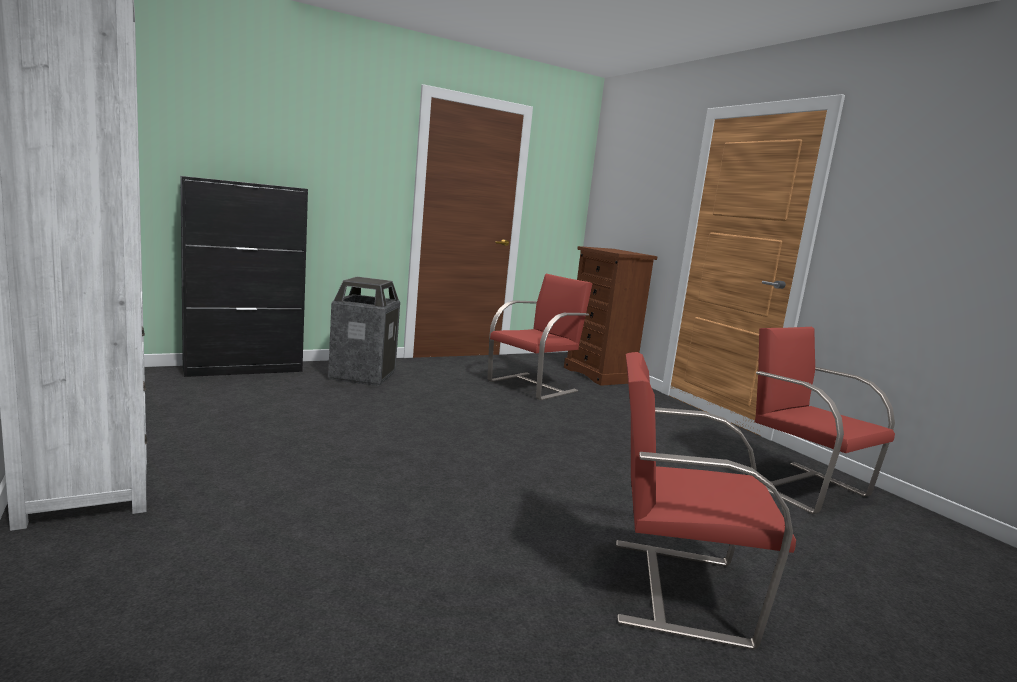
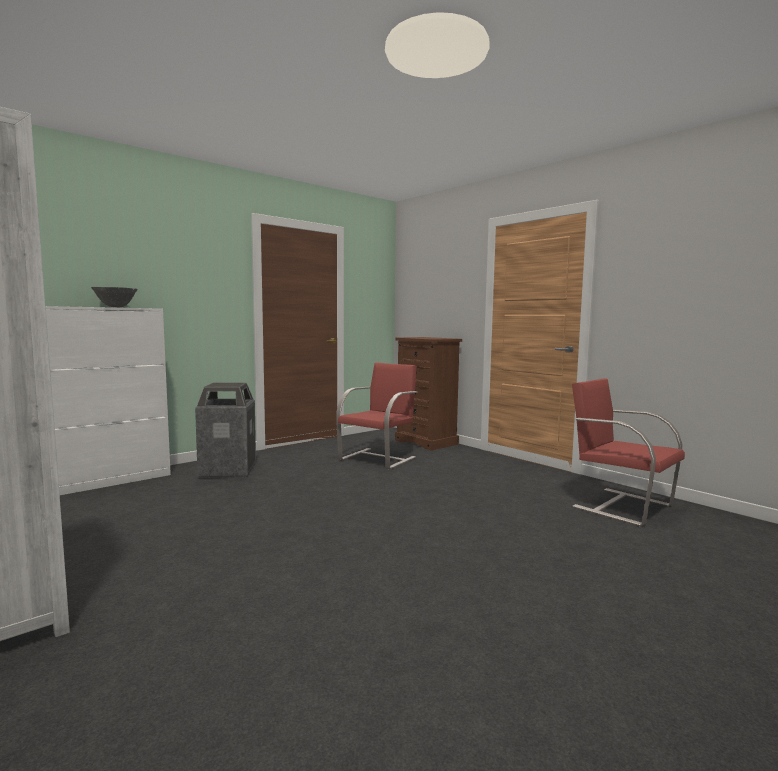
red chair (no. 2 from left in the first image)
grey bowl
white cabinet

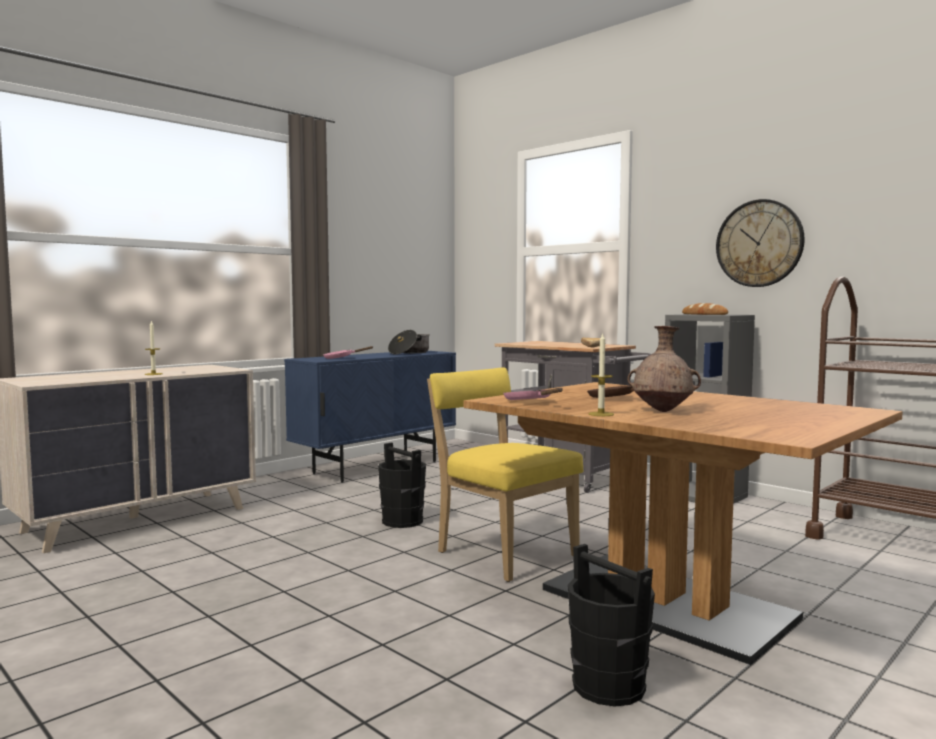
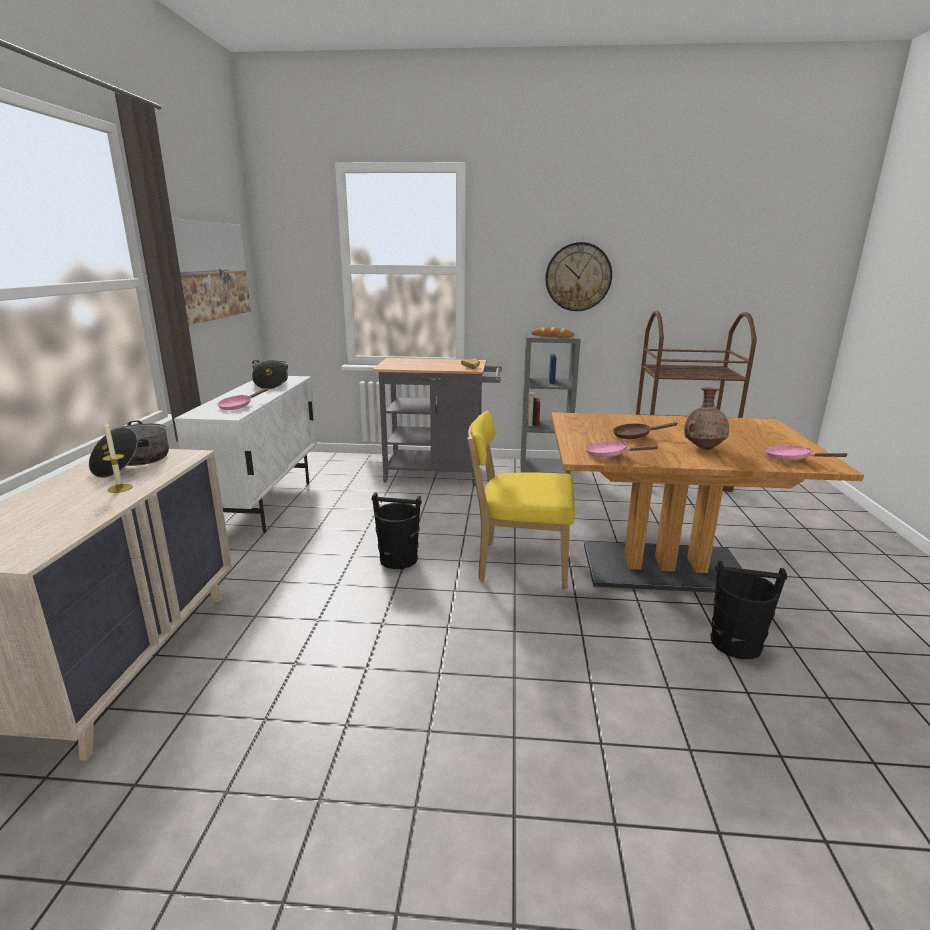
candle (no. 2 from left in the first image)
cooking pot (no. 1 from left)
picture
pink frying pan (no. 3 from left)
white cabinet

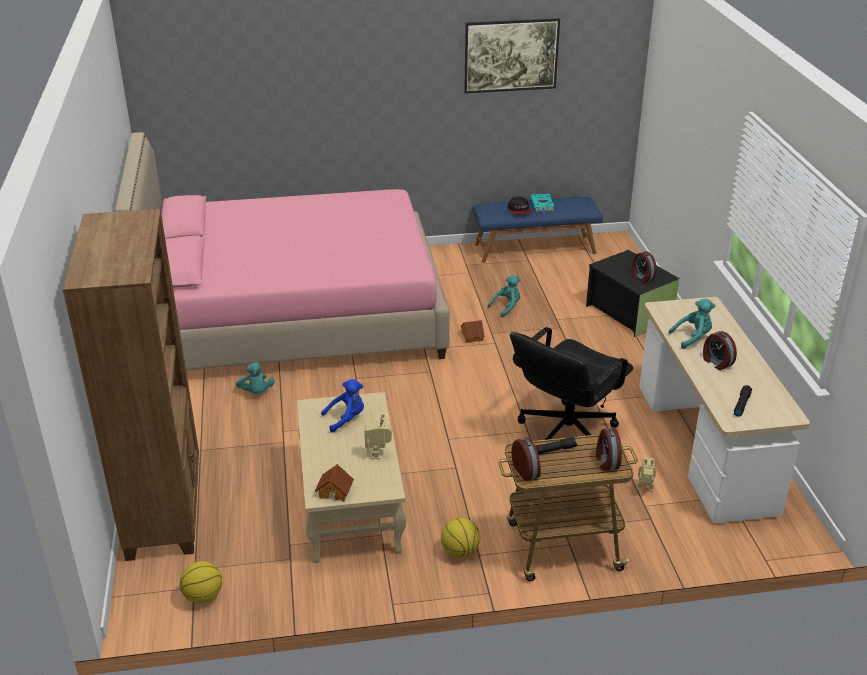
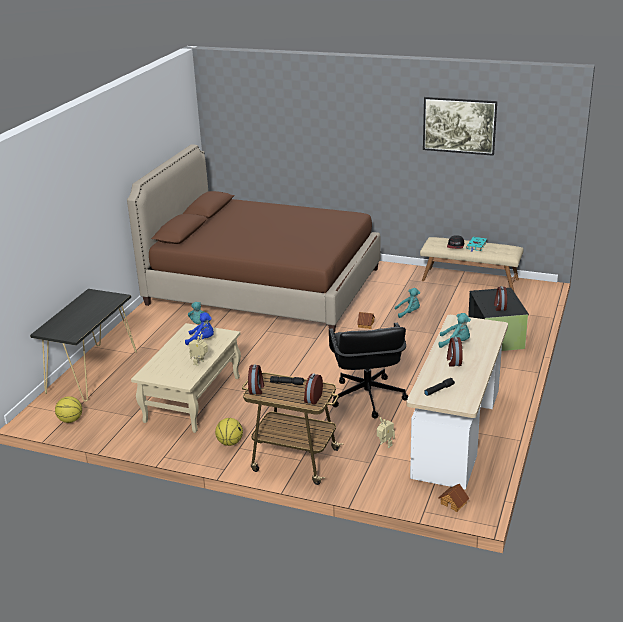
toy house (no. 2 from left)
black console table
brown bed
beige bench
black office chair

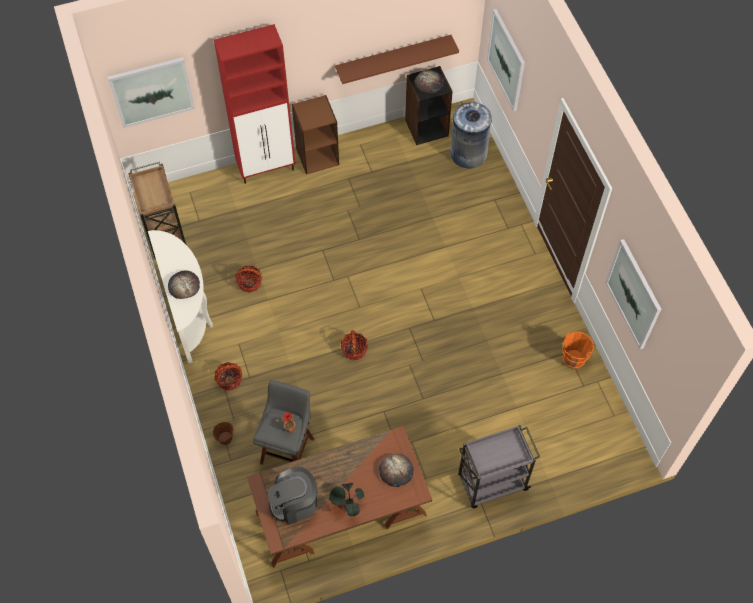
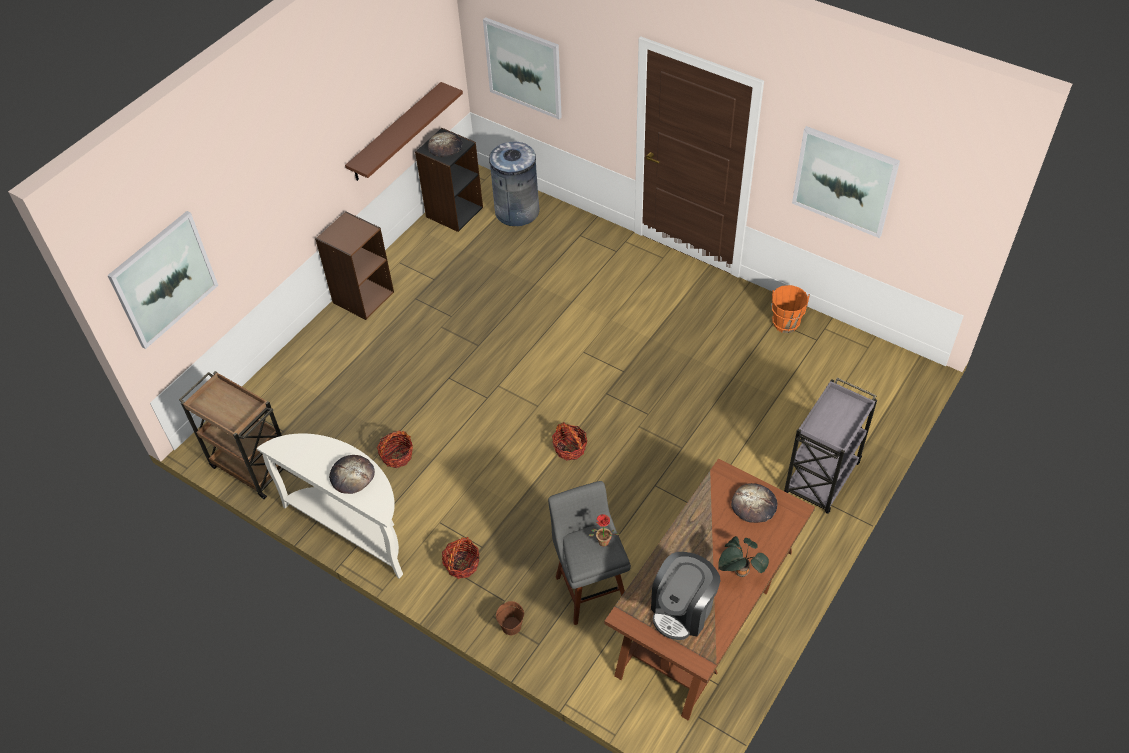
red cabinet

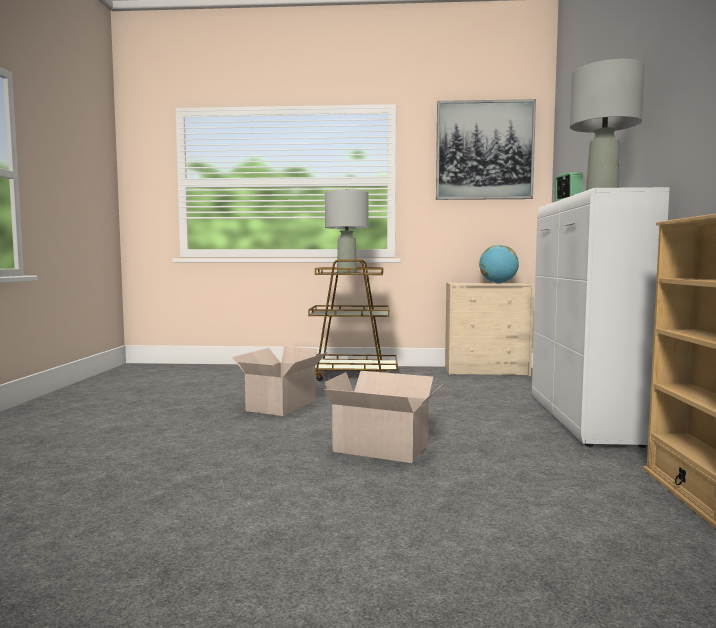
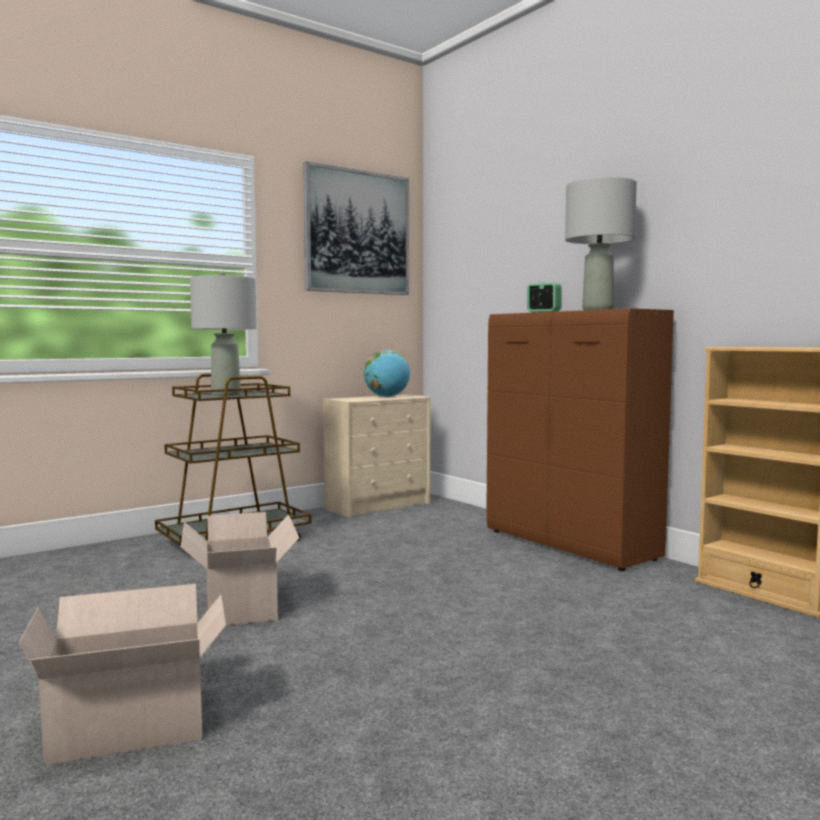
cardboard box (no. 1 from left)
brown cabinet

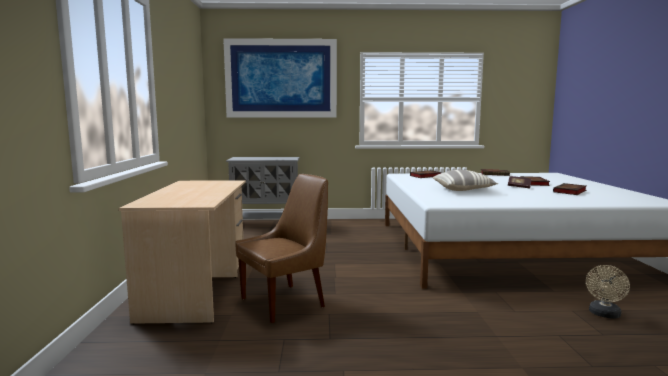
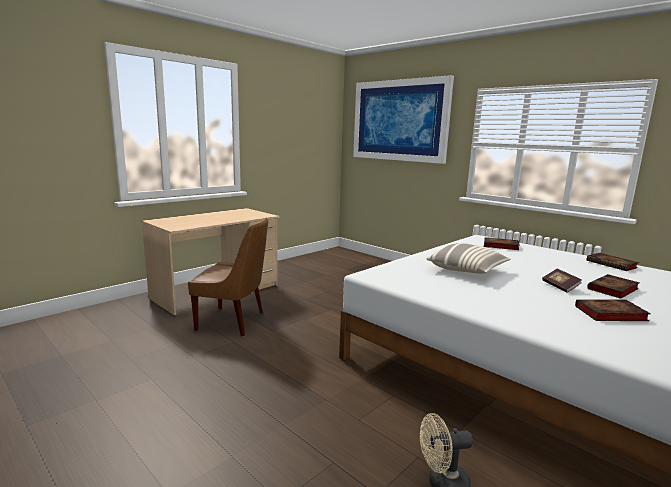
grey cabinet

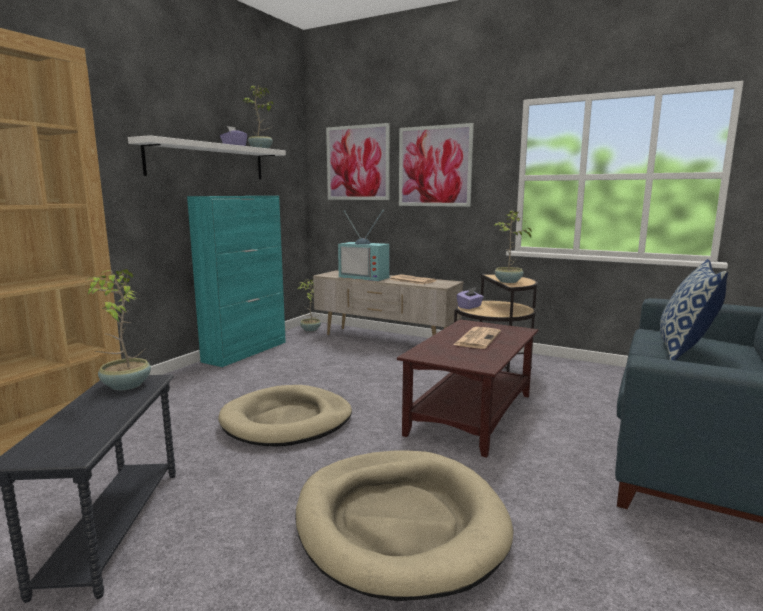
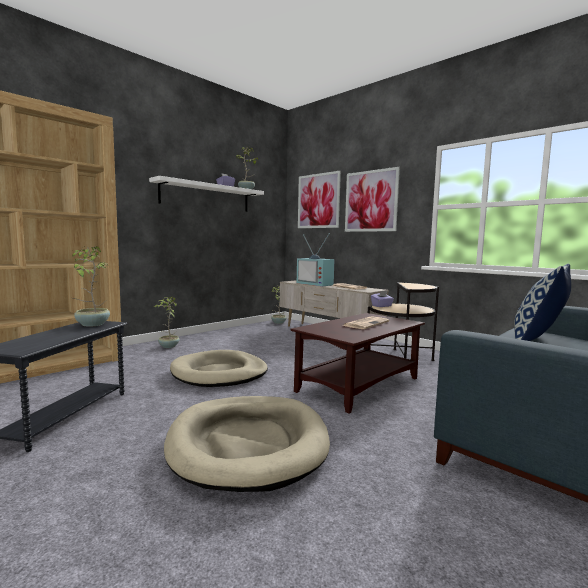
turquoise cabinet
potted plant (no. 2 from left)

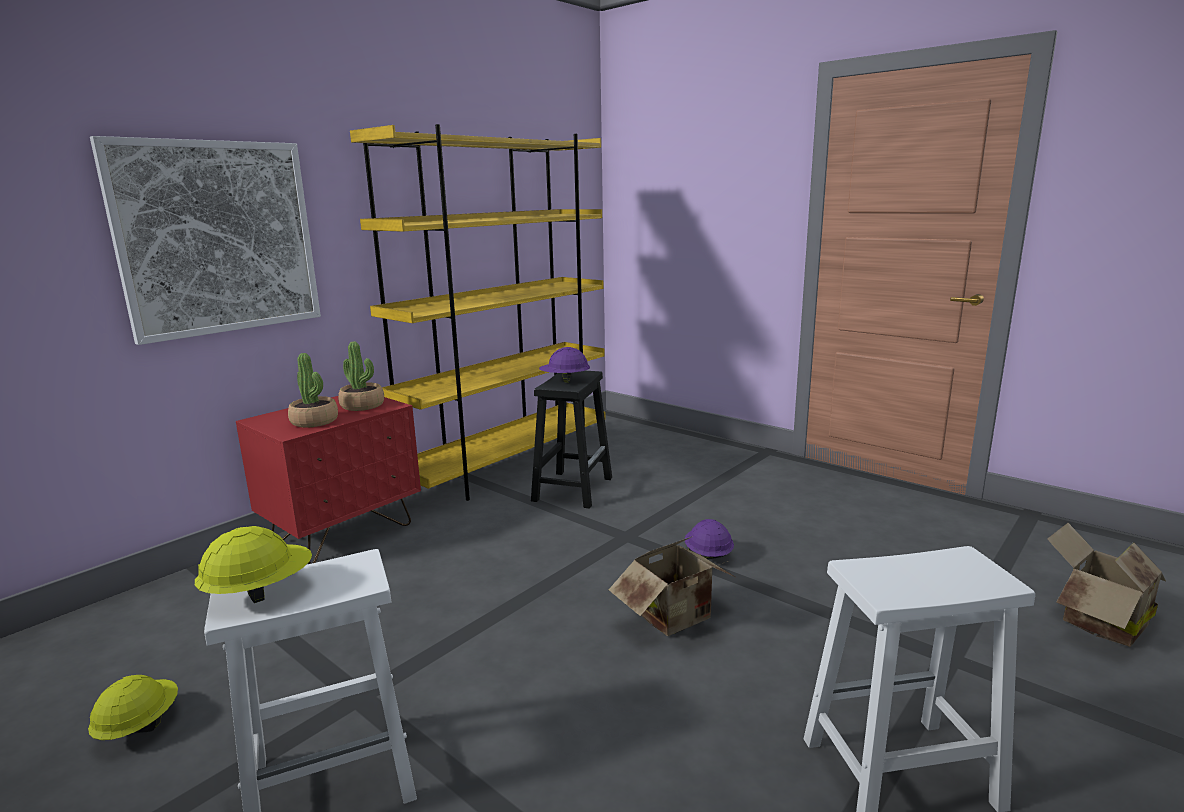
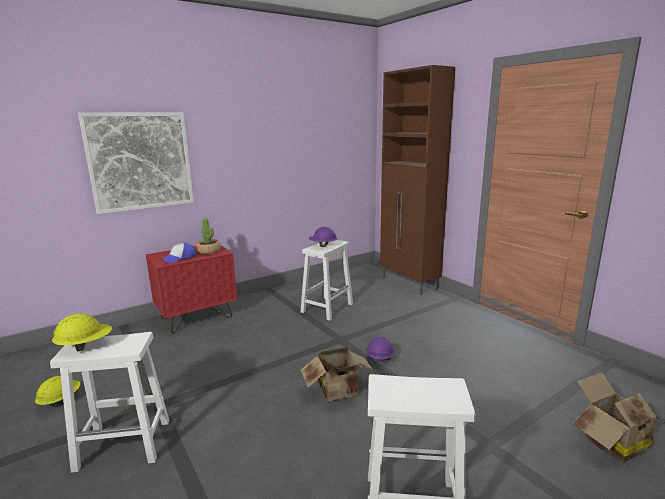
yellow bookcase
brown cabinet
cap
white stool (no. 2 from left)

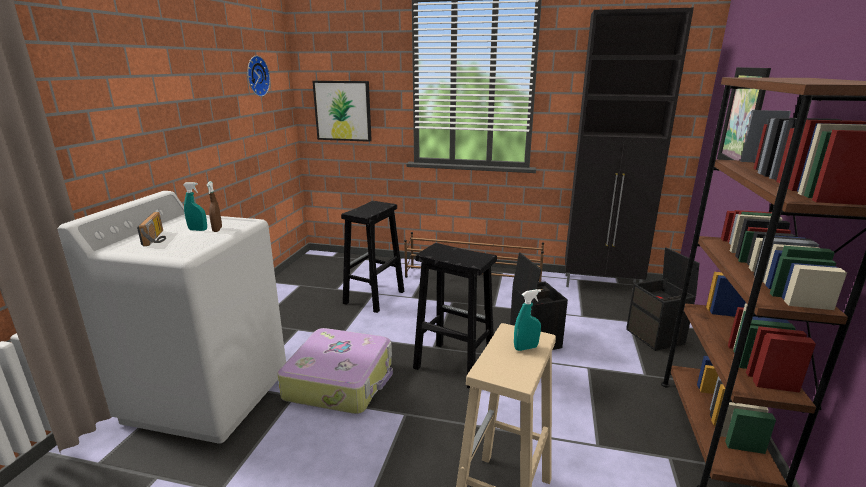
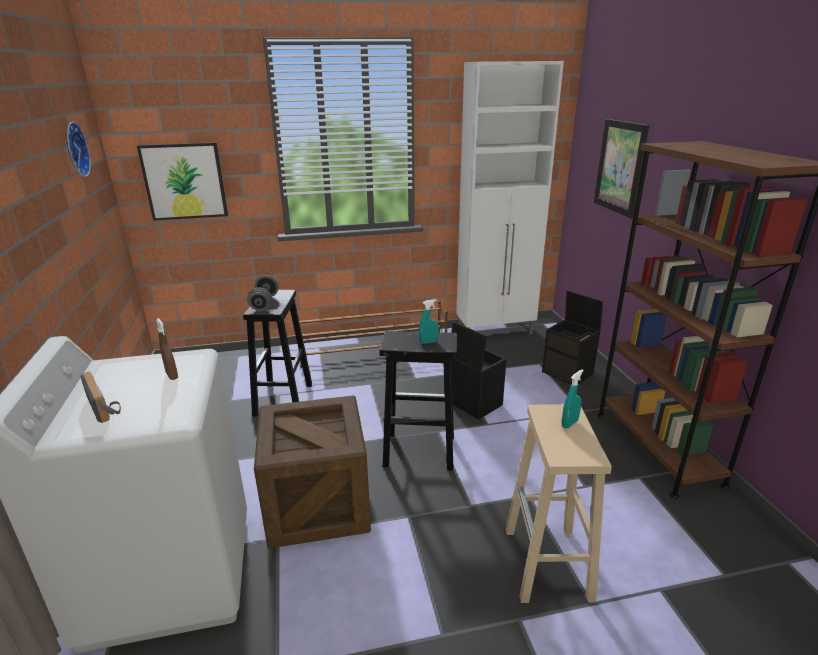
grey dumbbell
turquoise spray bottle (no. 1 from left)
crate
white cabinet

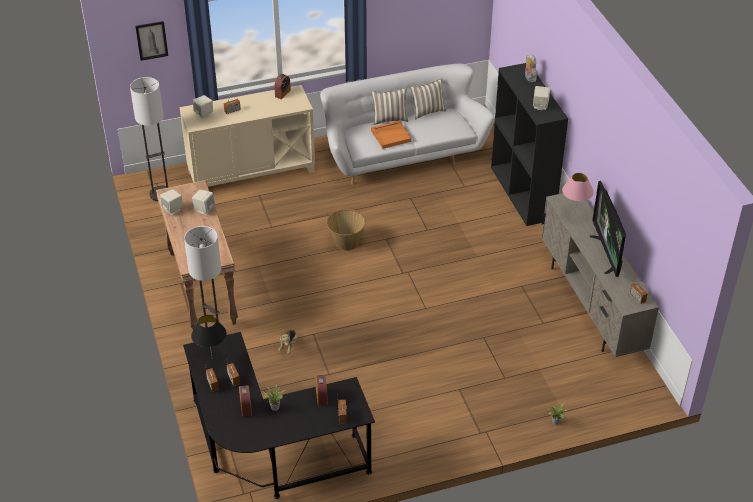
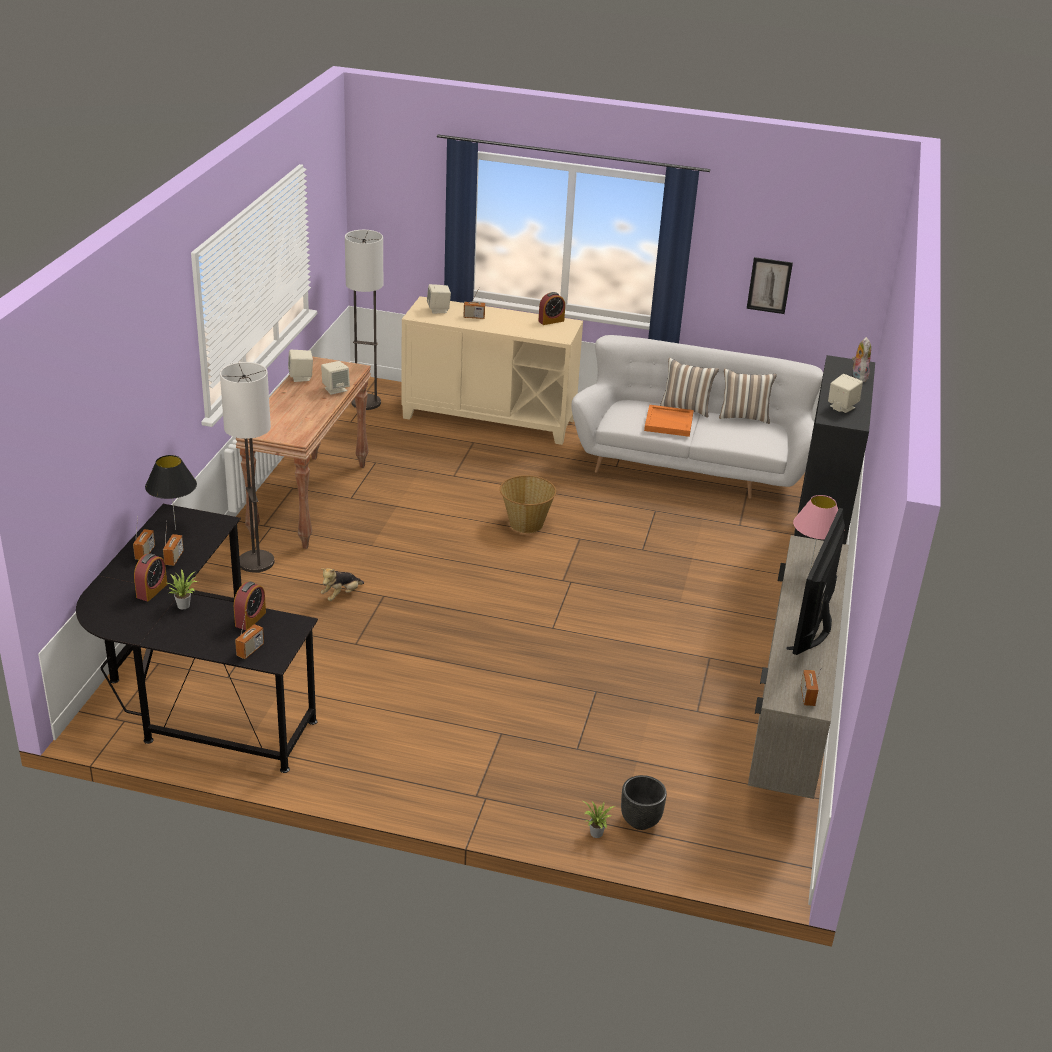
black planter
picture

